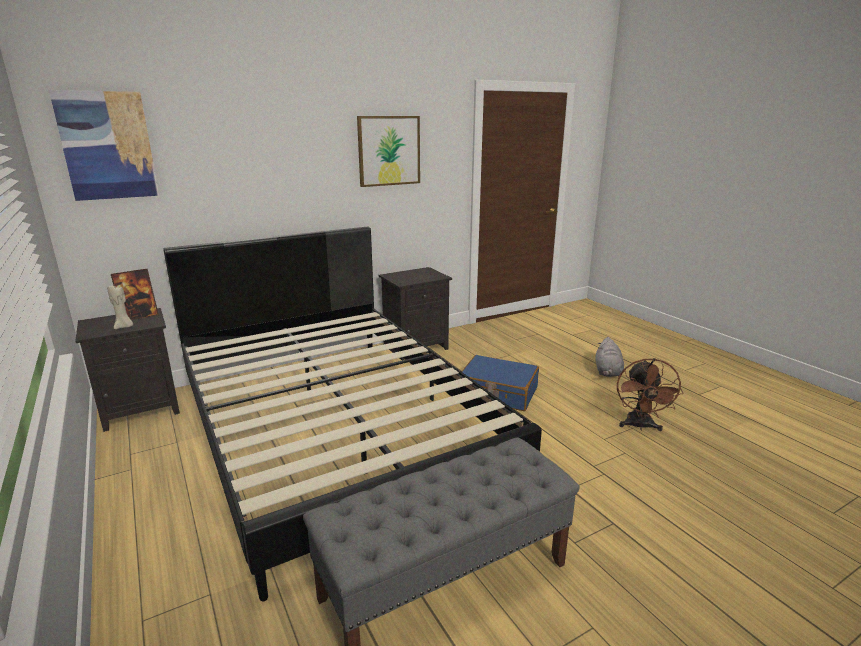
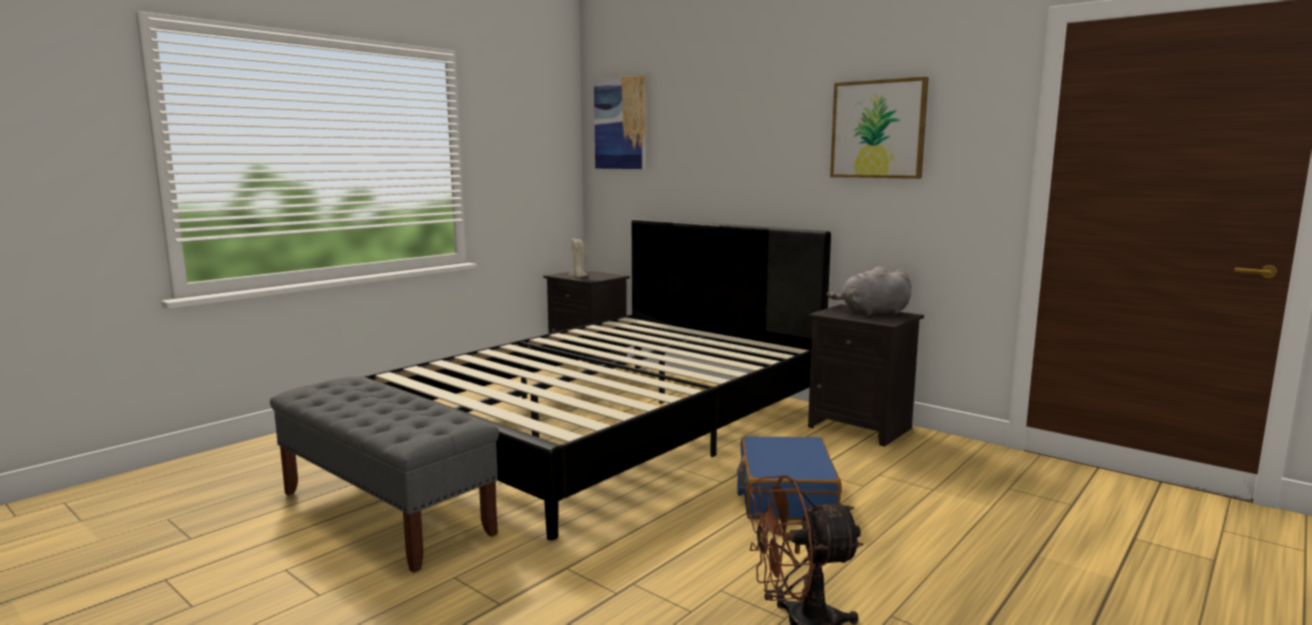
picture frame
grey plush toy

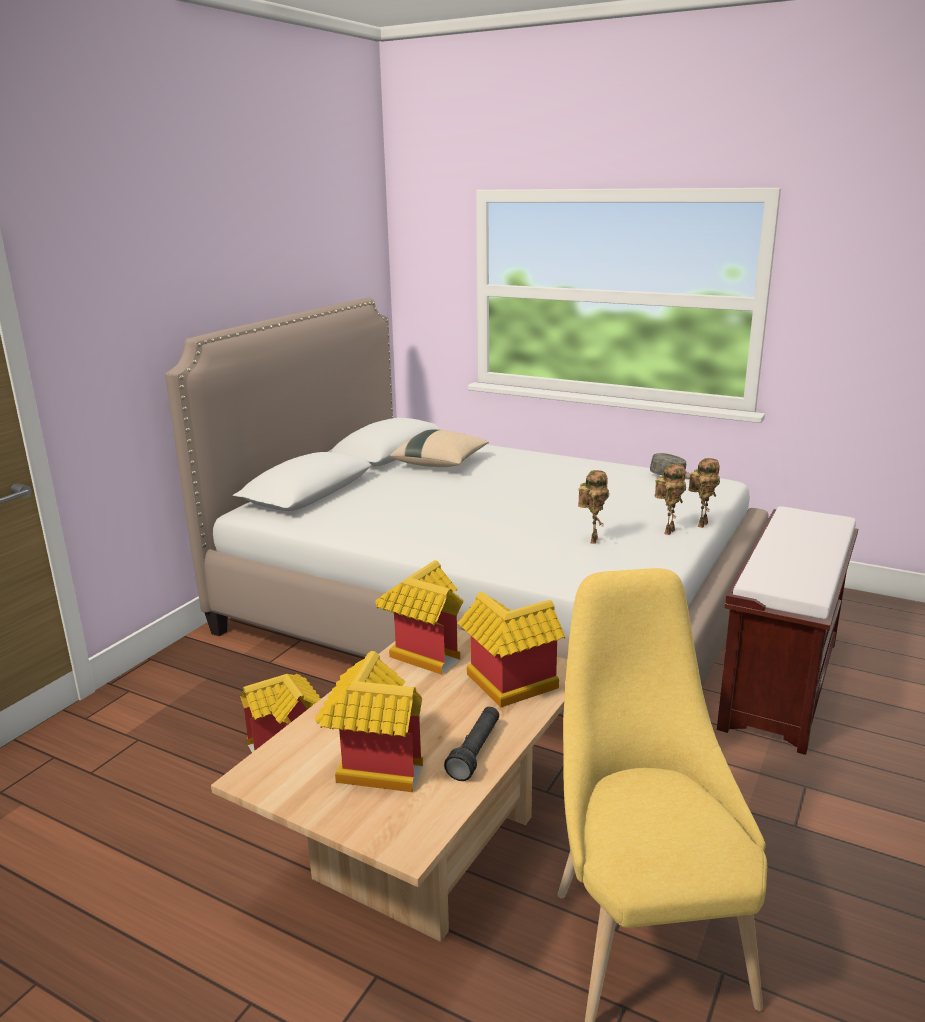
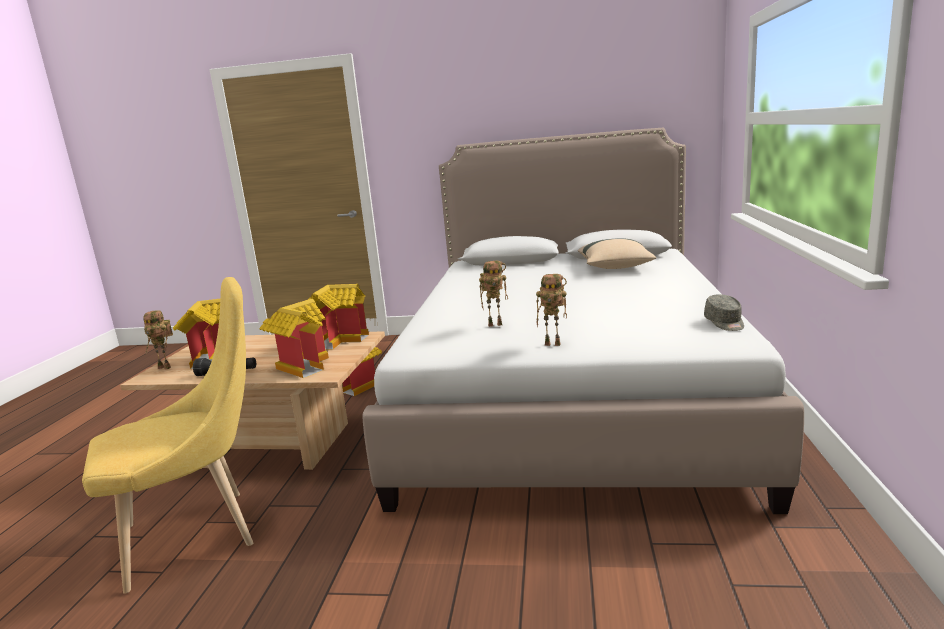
brown bench
toy robot (no. 1 from left)

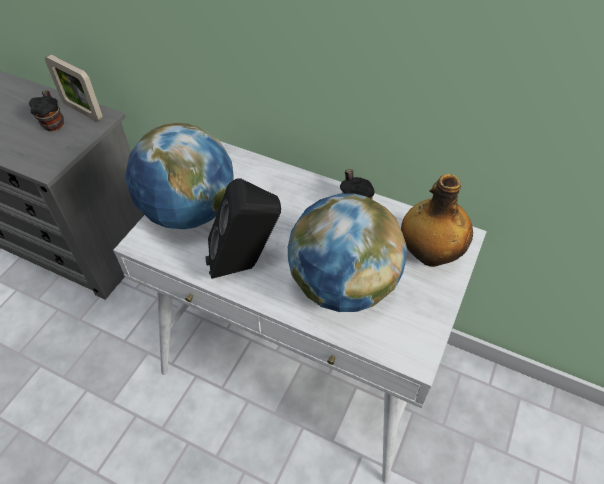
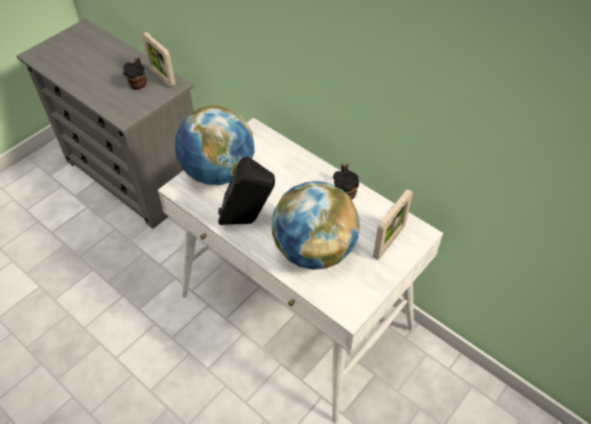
picture frame (no. 2 from left)

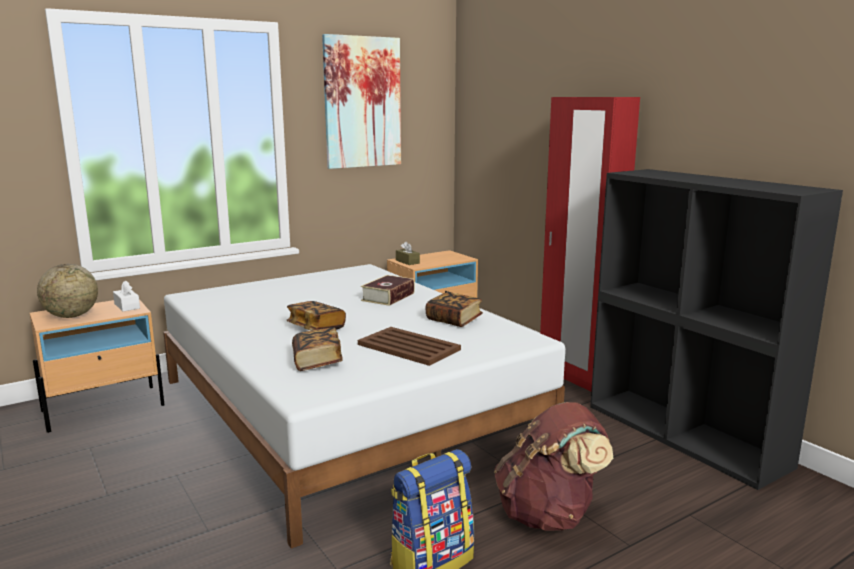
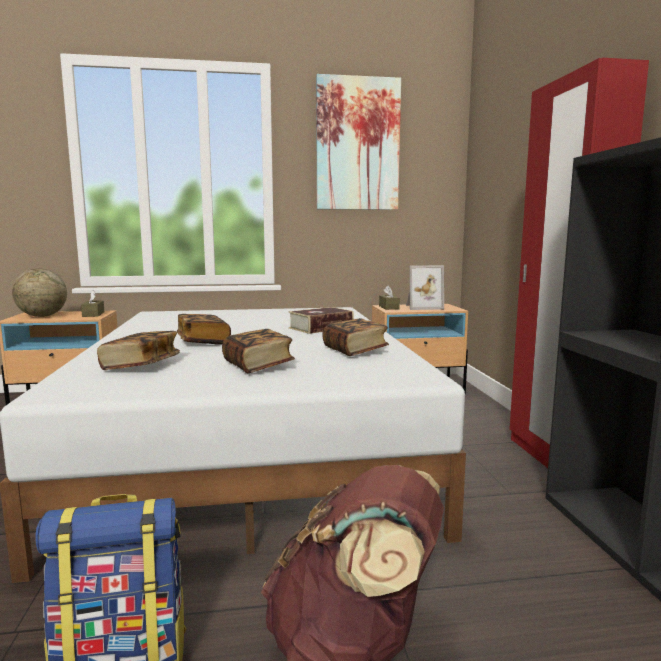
picture frame
book (no. 3 from left)
brown tissue box (no. 1 from left)

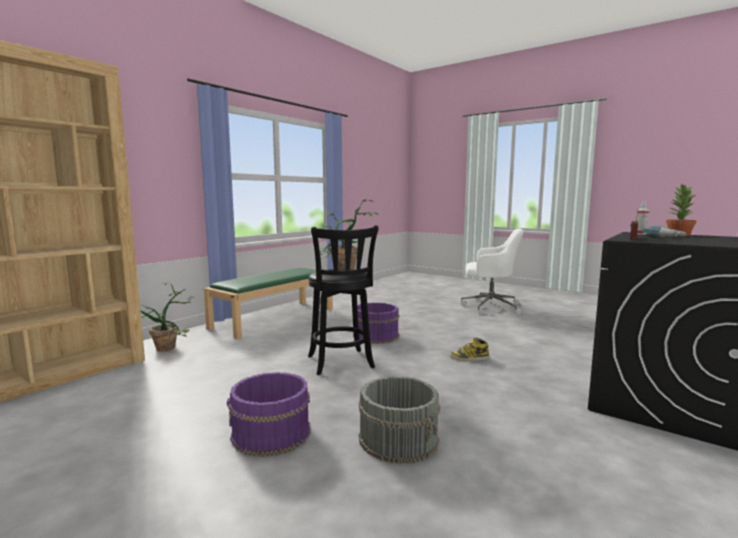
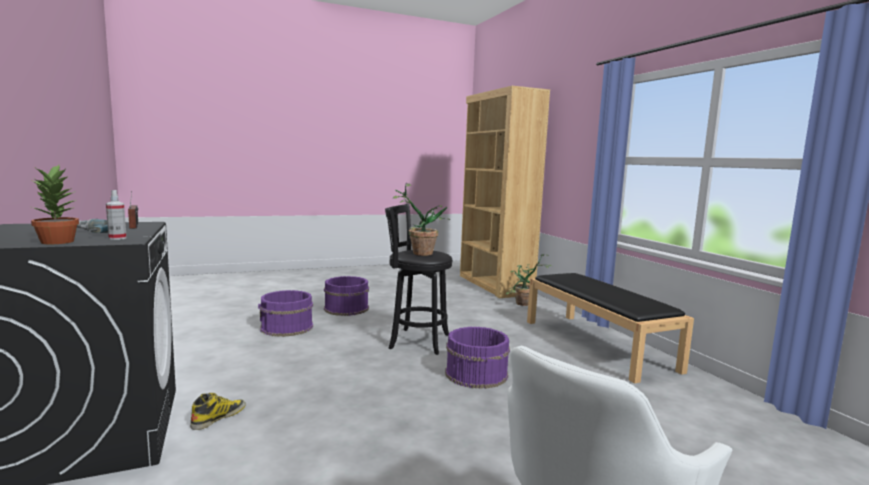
boot
black bench
purple bucket (no. 1 from left)

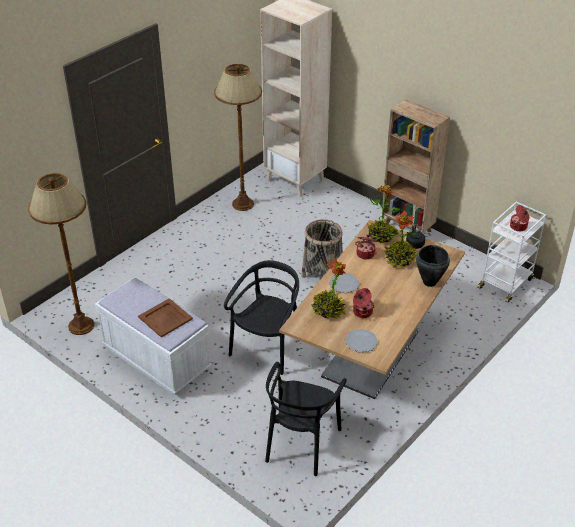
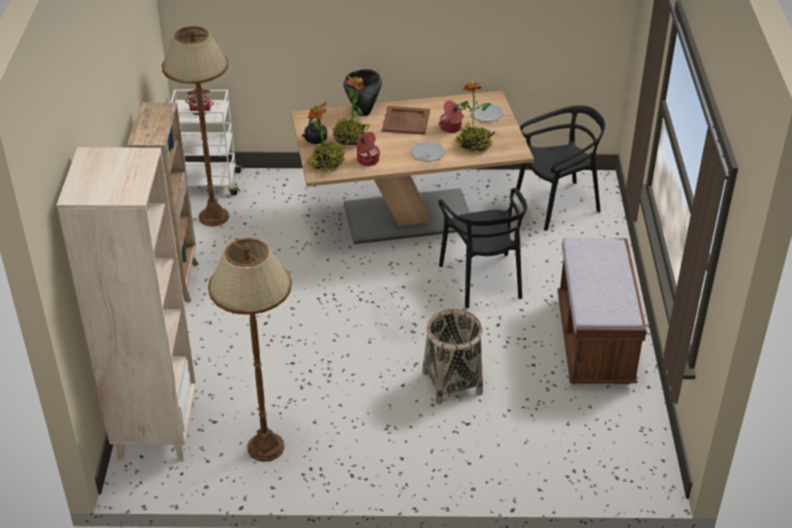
brown floor lamp (no. 1 from left)
brown tray
basket
brown bench
black chair (no. 1 from left)

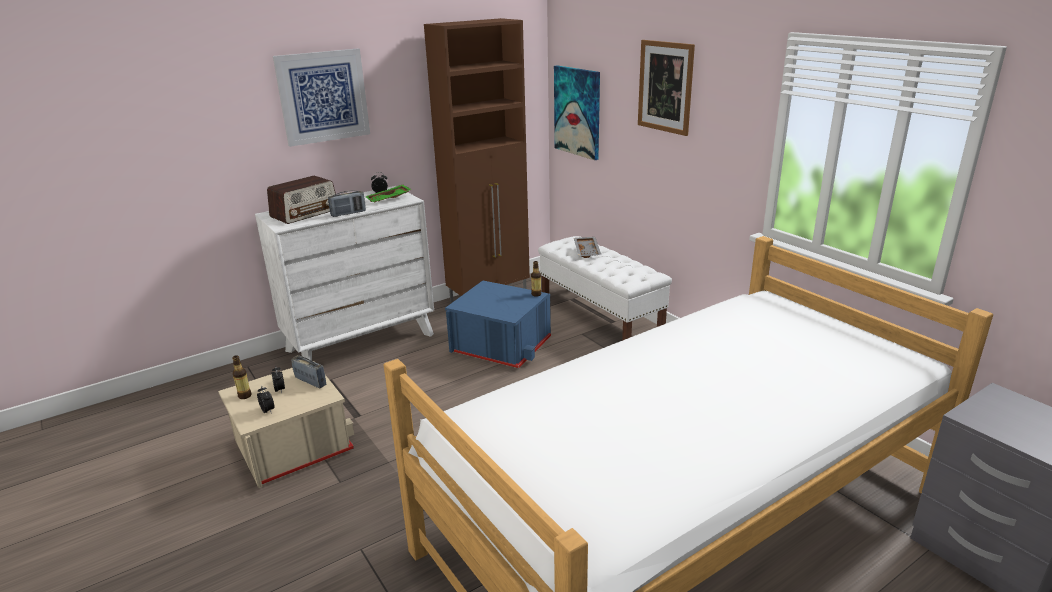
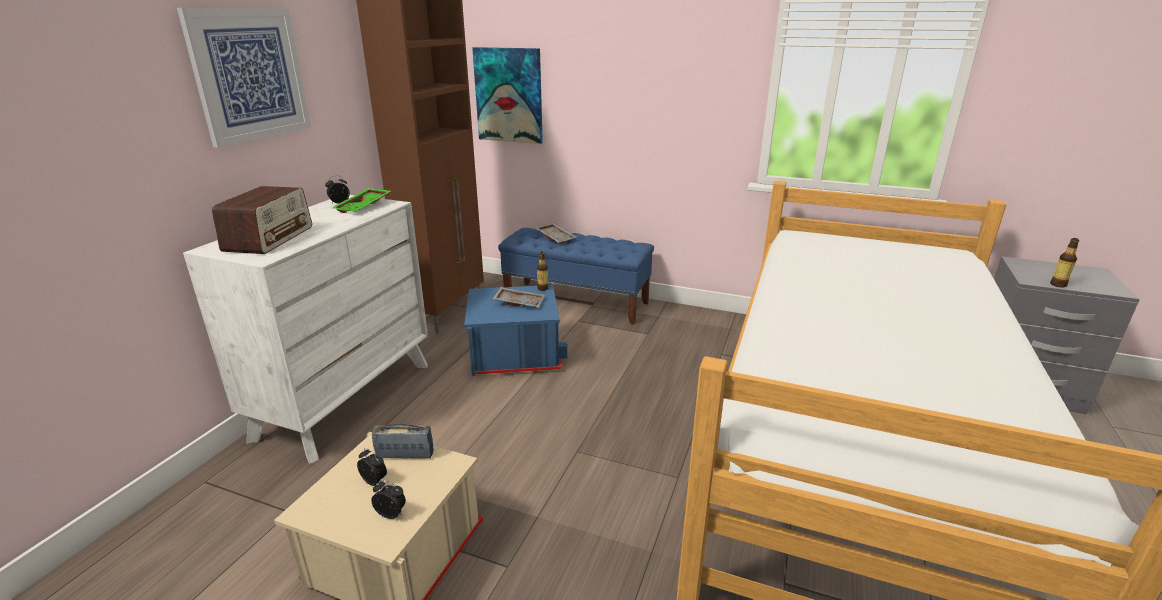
radio (no. 3 from left in the first image)
picture (no. 3 from left in the first image)
grey tray (no. 1 from left)
bottle (no. 2 from left)
blue bench

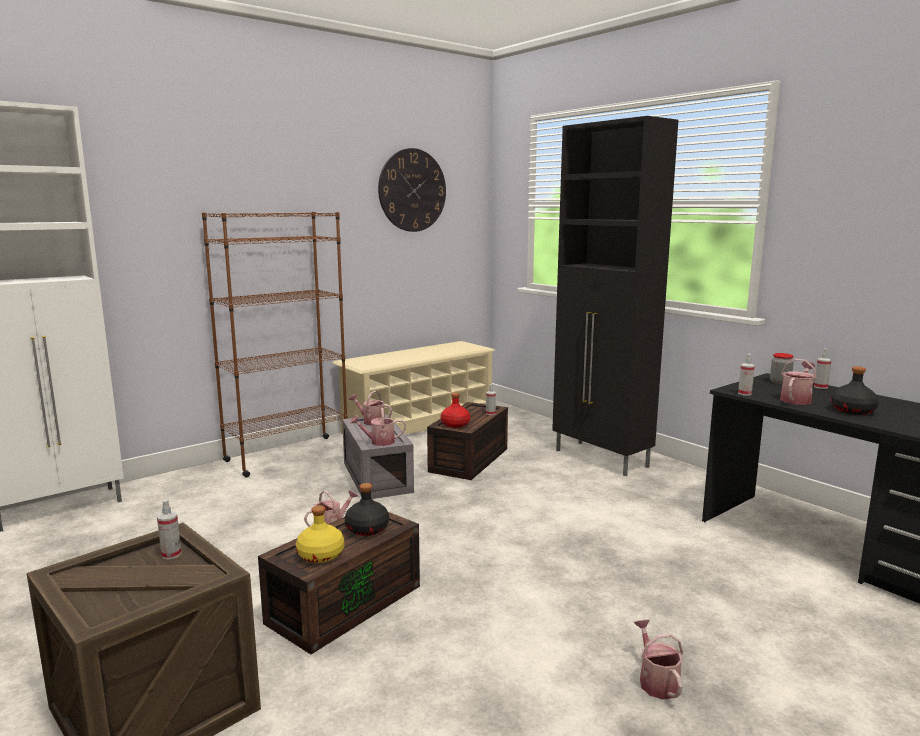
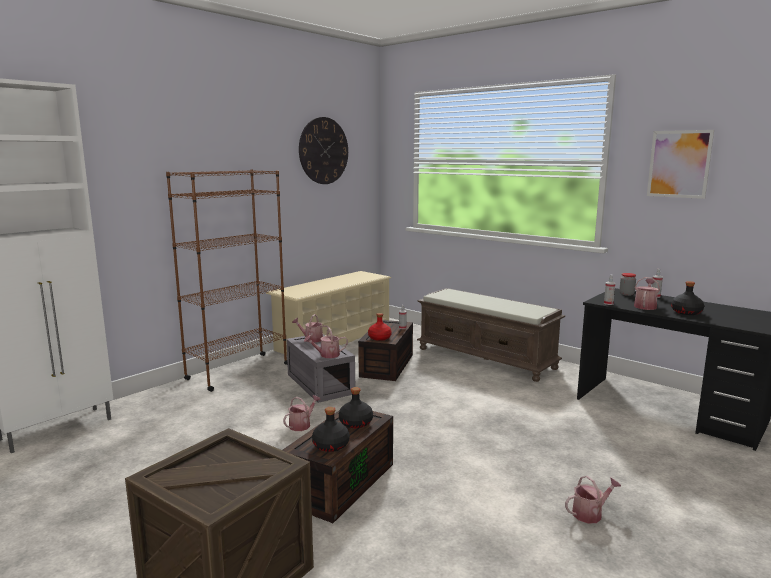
spray bottle (no. 1 from left in the first image)
picture
brown bench
black bottle (no. 1 from left)
watering can (no. 4 from left)

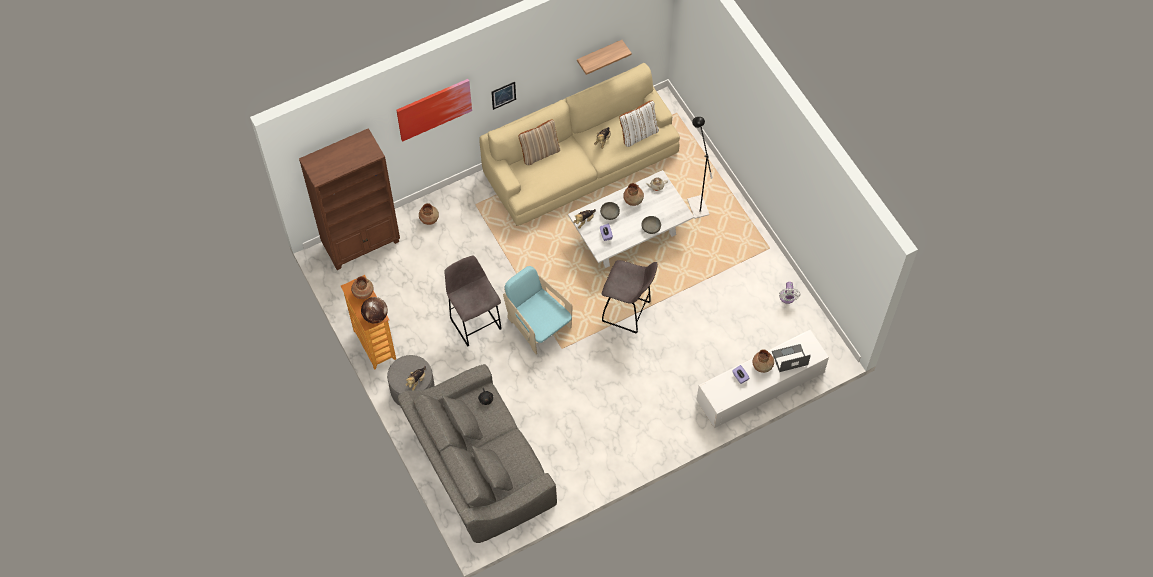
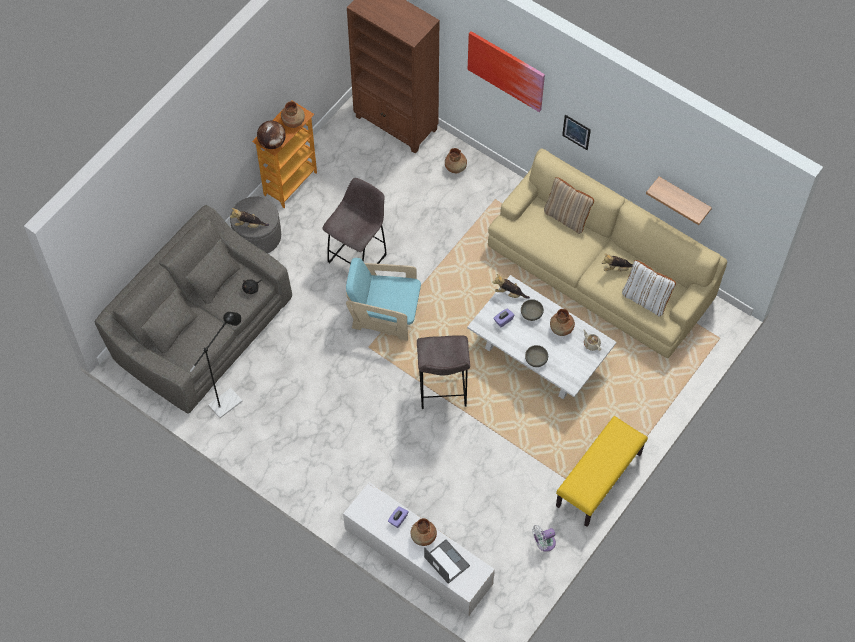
yellow bench
black floor lamp
turquoise armchair

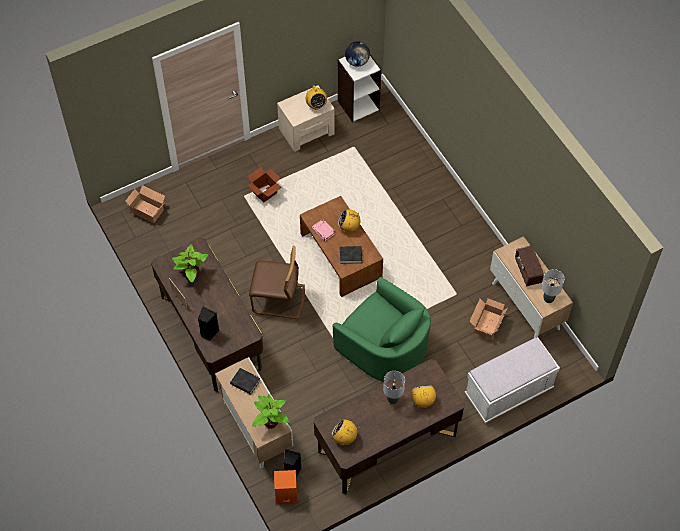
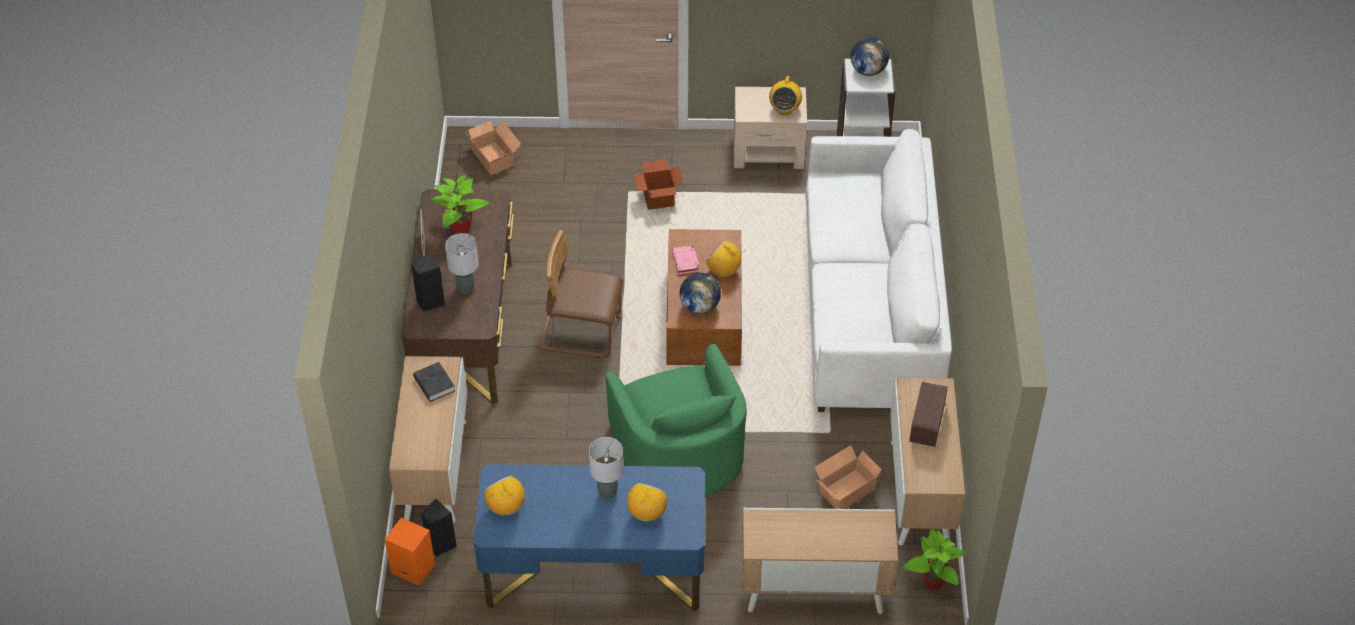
white sofa
potted plant (no. 2 from left)
grey table lamp (no. 1 from left)
globe (no. 1 from left)
cabinet (no. 2 from left)
blue desk
brown chair

